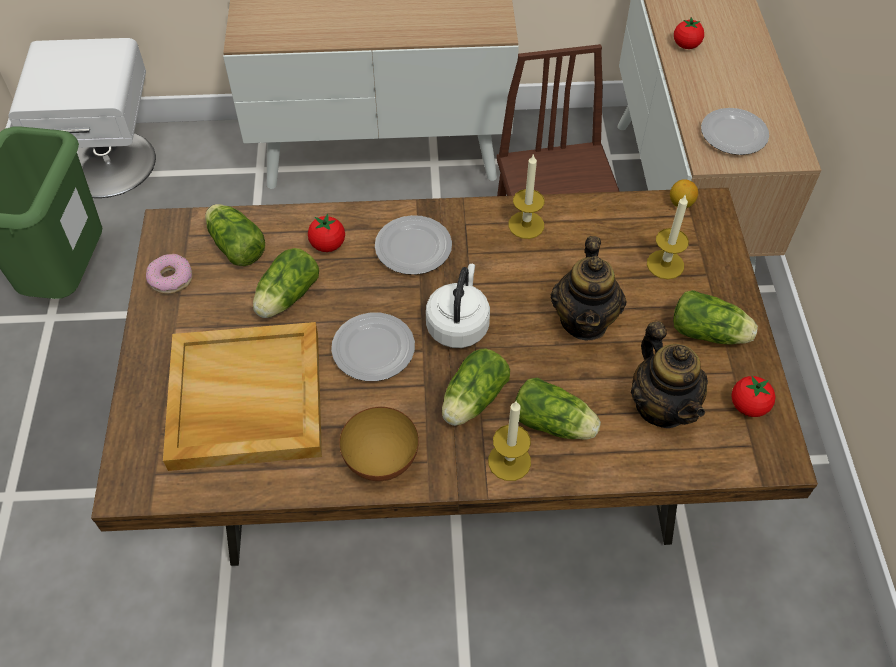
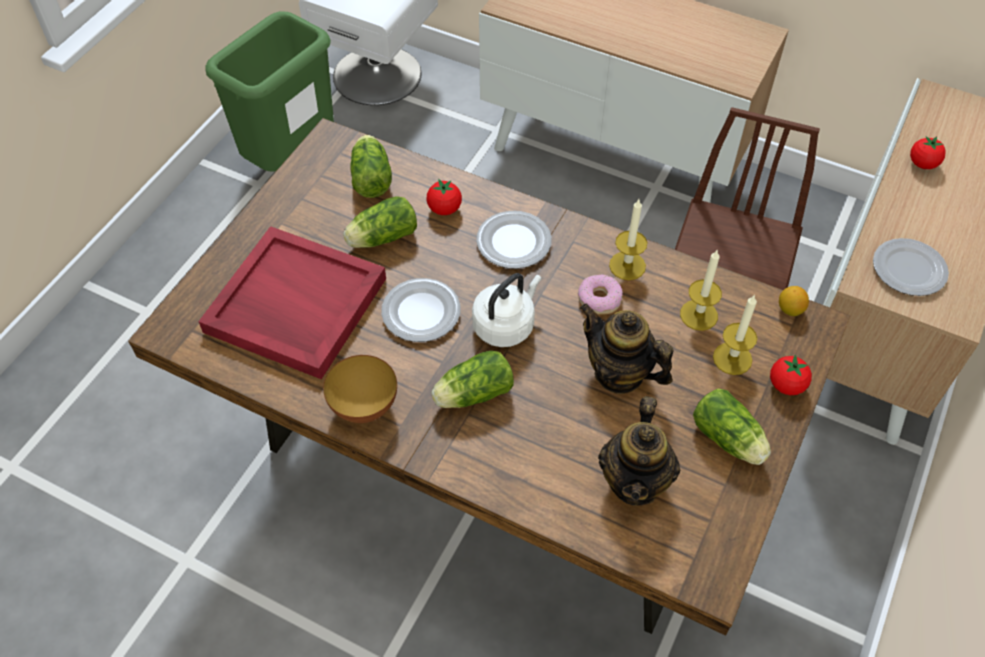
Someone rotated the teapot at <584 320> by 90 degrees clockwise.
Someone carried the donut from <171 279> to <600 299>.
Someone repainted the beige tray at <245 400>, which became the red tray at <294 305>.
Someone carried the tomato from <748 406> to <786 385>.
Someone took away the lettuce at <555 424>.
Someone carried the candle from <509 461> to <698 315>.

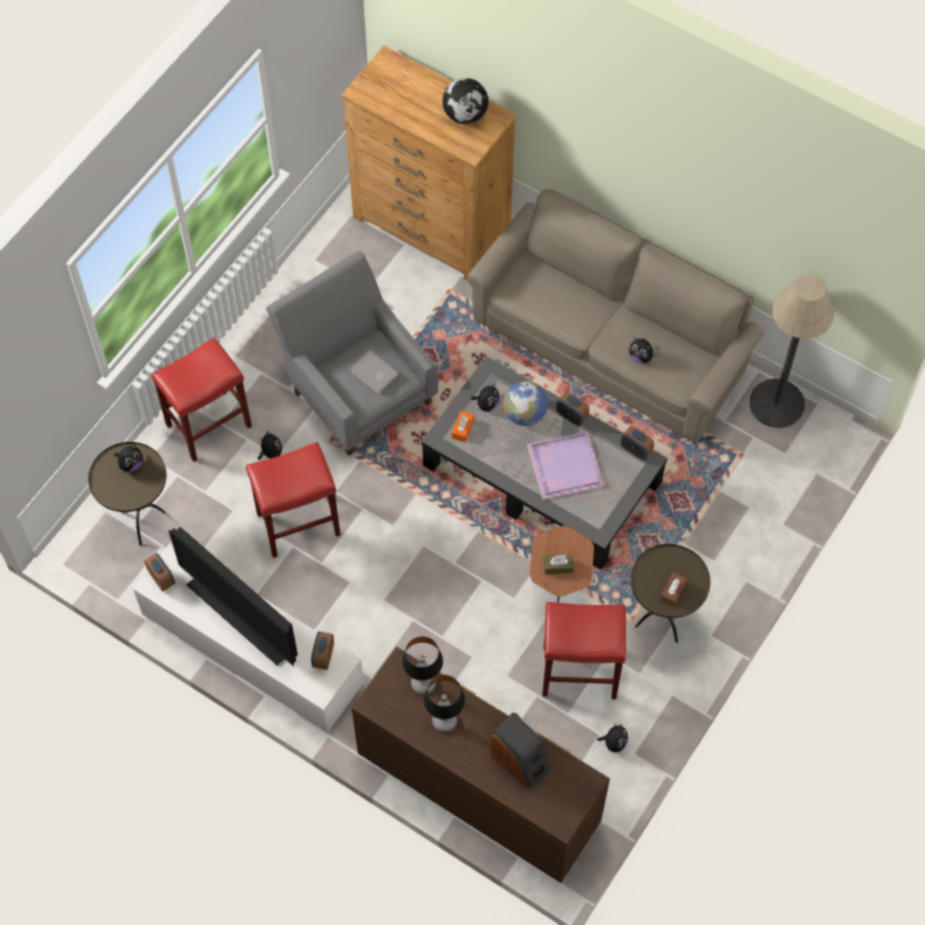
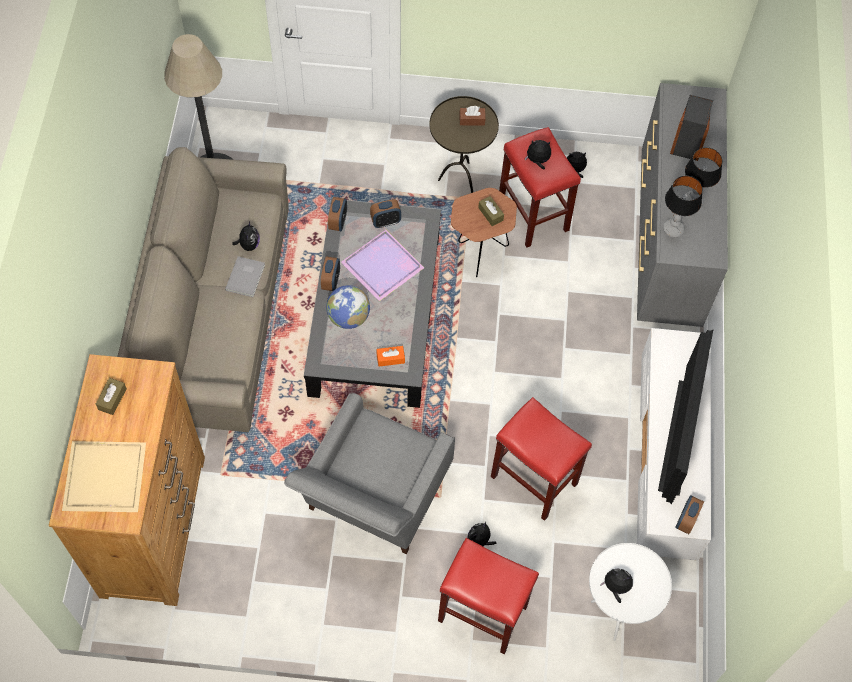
Someone swapped the globe at <466 115> for the brown tissue box at <112 399>.
Someone carried the grey book from <374 373> to <246 277>.
Someone carried the plush toy from <487 404> to <537 161>.
Someone repainted the brown side table at <142 523>, which became the white side table at <613 614>.
Someone carried the alarm clock from <323 657> to <385 221>.
Someone repainted the brown dresser at <478 788>, which became the grey dresser at <668 241>.
Someone put down the beige tray at <103 479>.

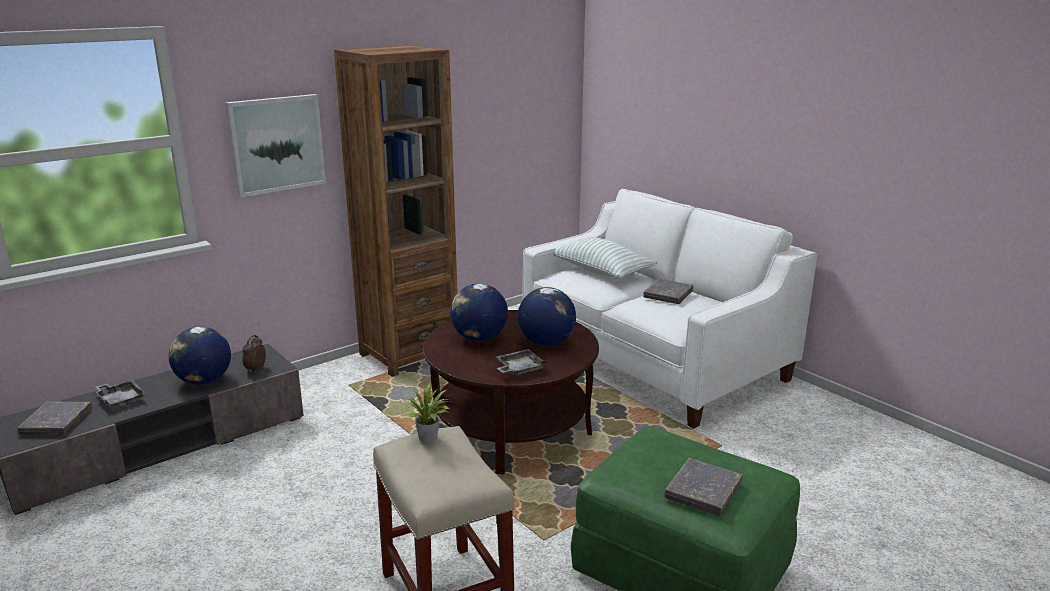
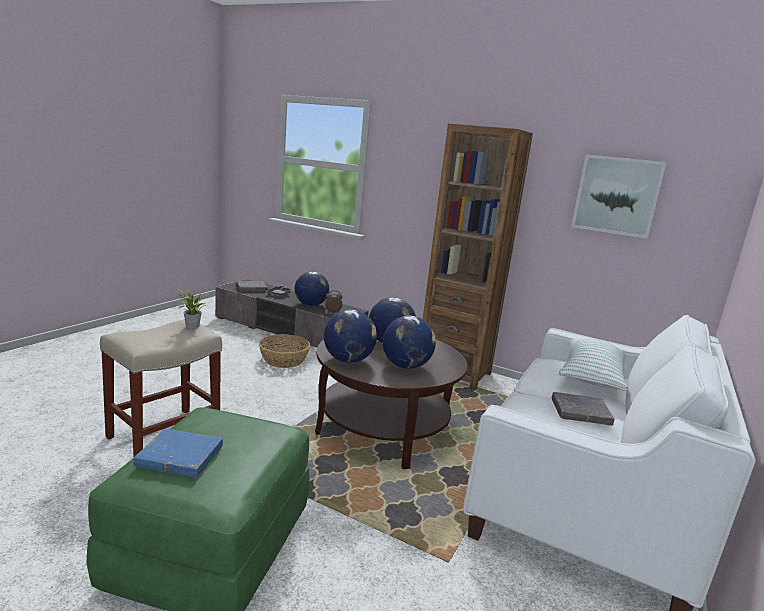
Someone carried the picture from <276 144> to <617 196>.
Someone swapped the grey tray at <519 369> for the globe at <348 360>.
Someone repainted the grey book at <703 491>, which became the blue book at <180 457>.
Someone put down the basket at <284 360>.

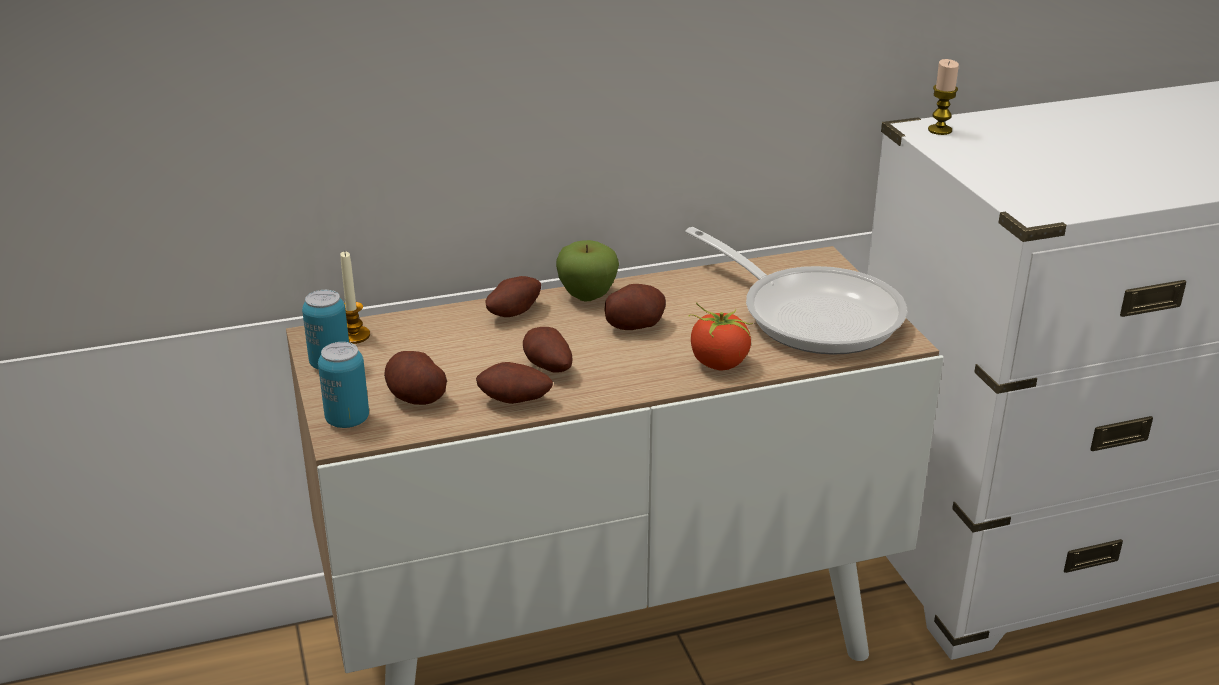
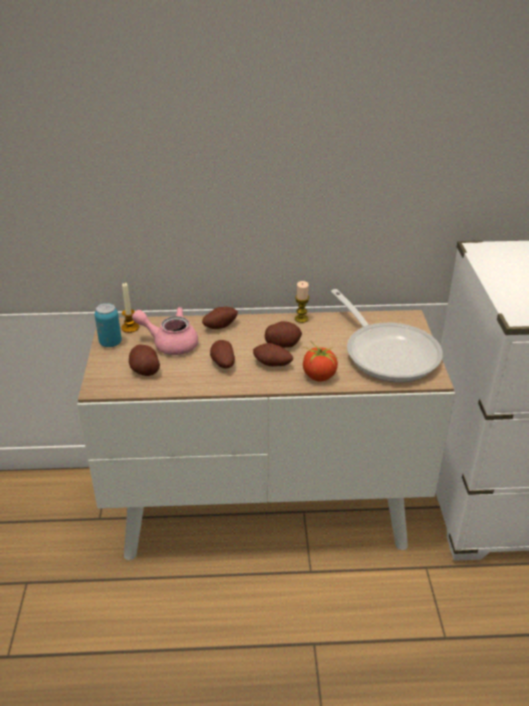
Someone carried the candle from <940 130> to <301 319>.
Someone took away the apple at <587 295>.
Someone took away the can at <347 420>.
Someone carried the potato from <514 402> to <272 365>.
Someone put down the pink teapot at <170 343>.

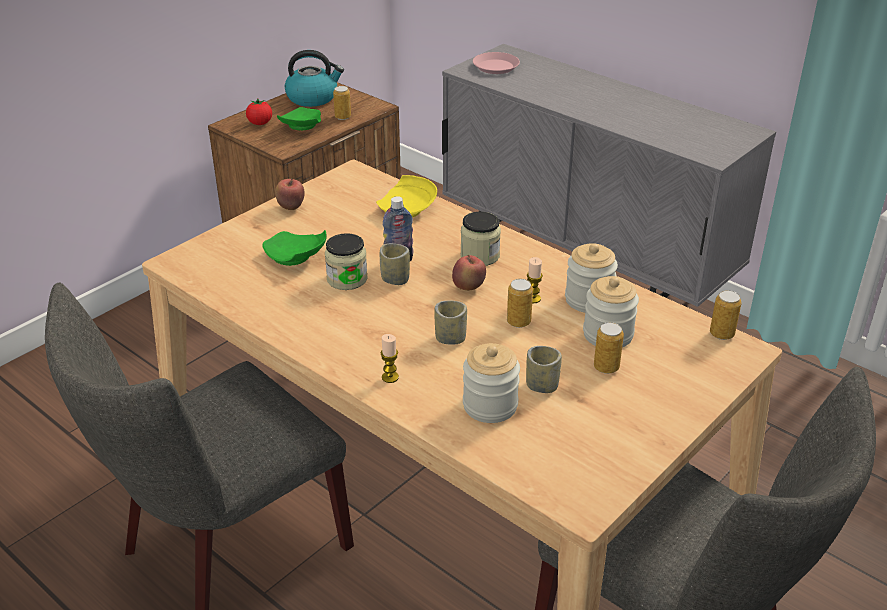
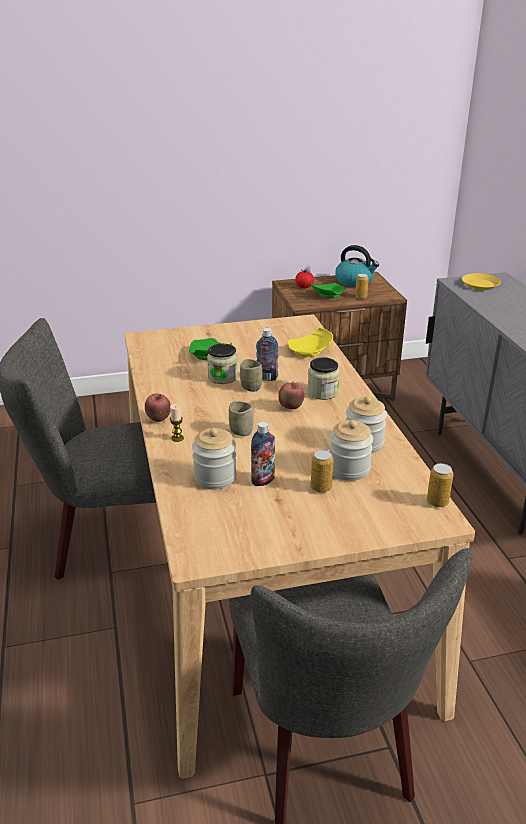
Someone repainted the pink plate at <495 67>, which became the yellow plate at <480 284>.
Someone carried the apple from <291 208> to <158 419>.
Someone took away the candle at <533 299>.
Someone took away the can at <518 322>.
Someone swapped the cup at <542 385> for the bottle at <263 480>.

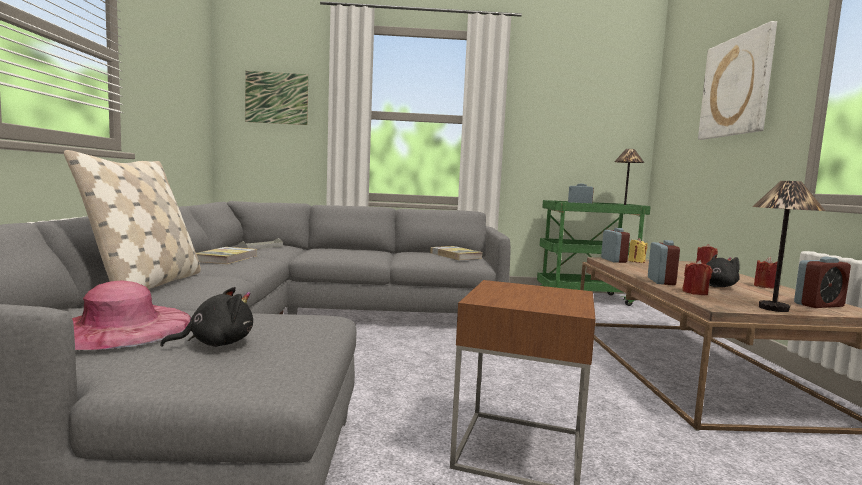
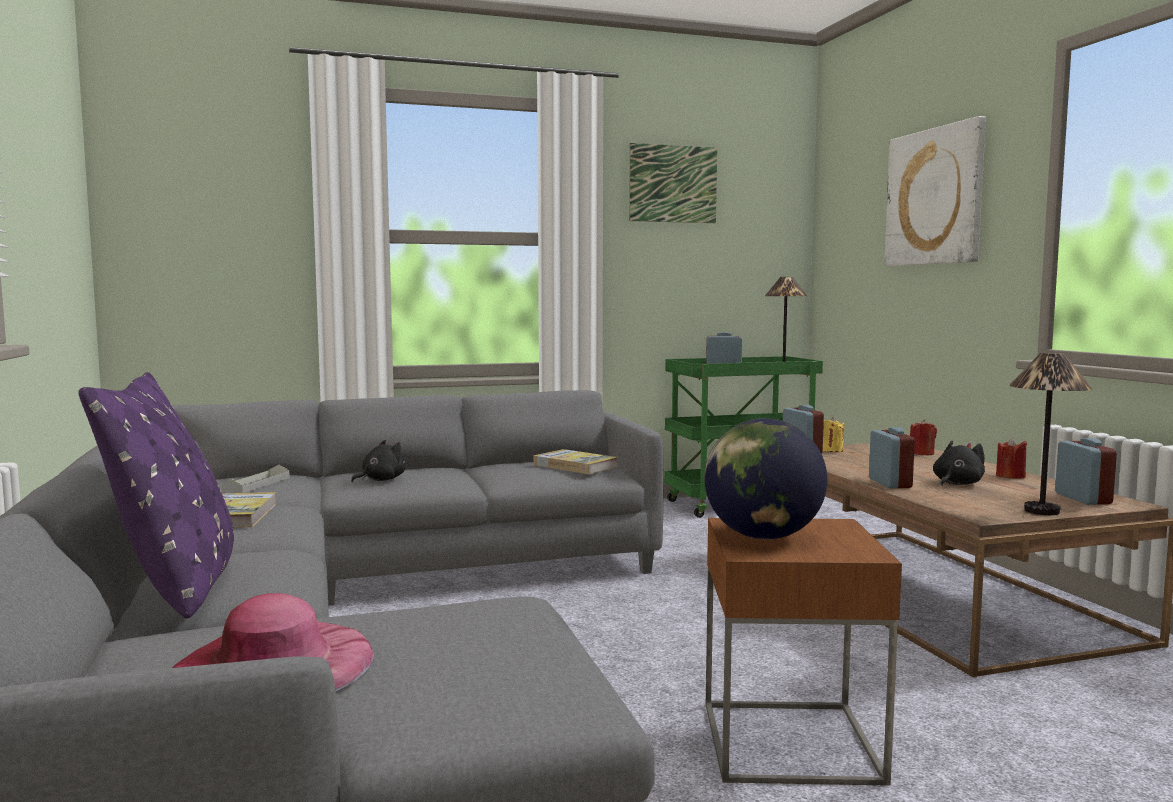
Someone carried the picture from <276 98> to <673 184>.
Someone repainted the beige pillow at <147 284>, which became the purple pillow at <178 584>.
Someone rotated the alarm clock at <819 305> by 60 degrees counterclockwise.
Someone took away the red candle at <695 293>.
Someone carried the black plush toy from <216 344> to <381 480>.
Someone put down the globe at <762 536>.

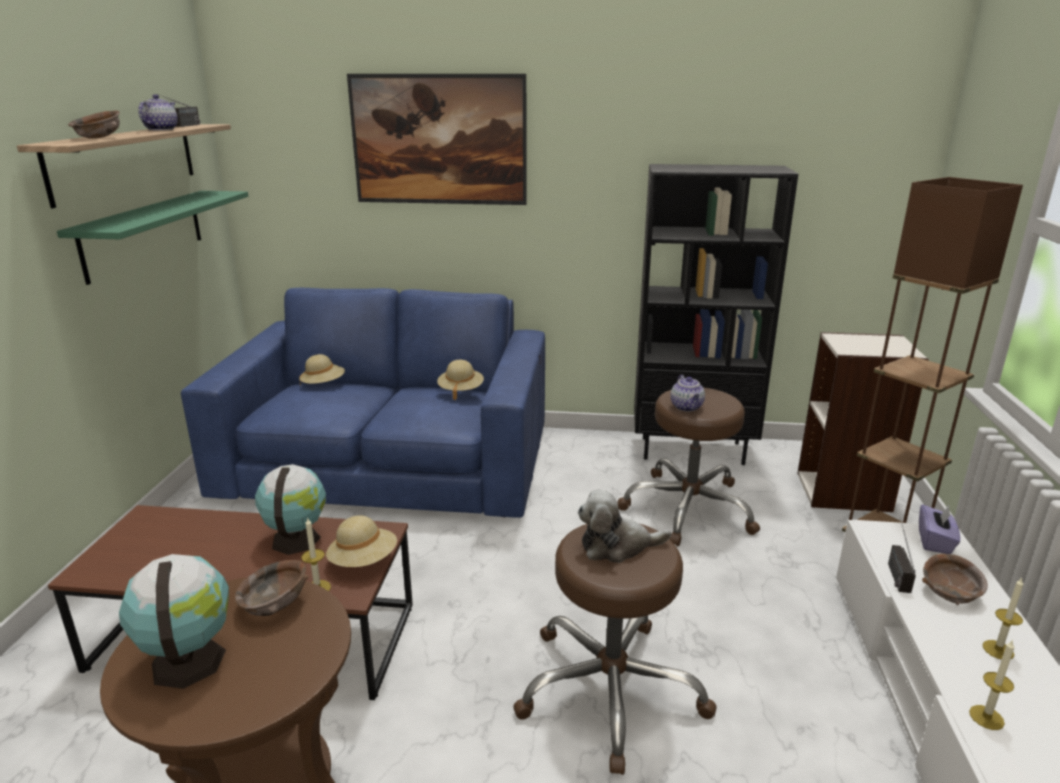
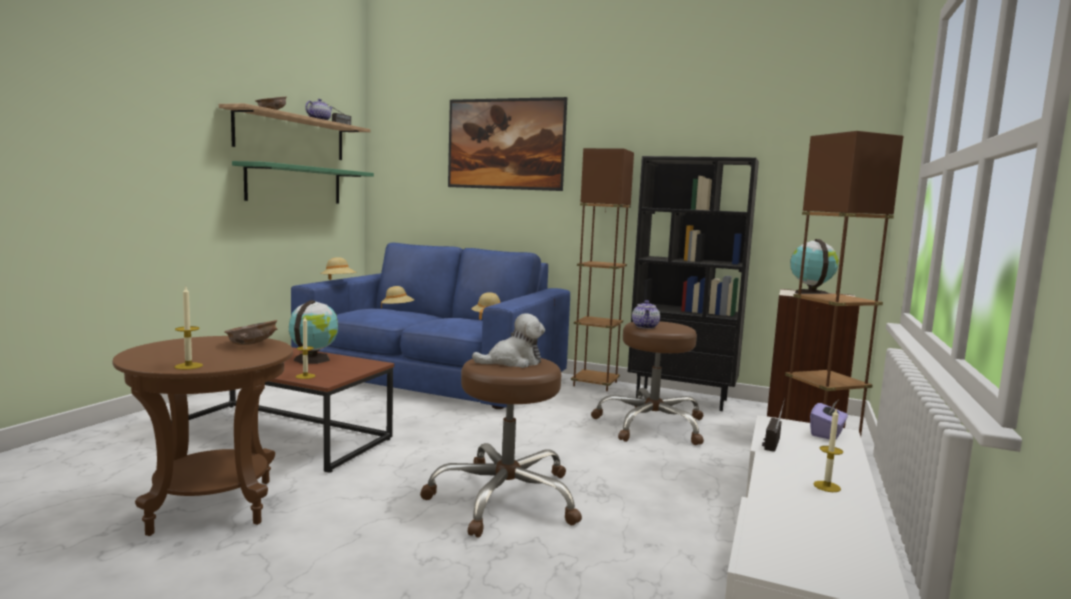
Someone rotated the plush toy at <617 546> by 150 degrees clockwise.
Someone carried the beige hat from <363 561> to <338 281>.
Someone carried the globe from <188 659> to <810 293>.
Someone took away the brown bowl at <949 592>.
Someone carried the candle from <986 717> to <188 366>.
Someone put down the brown floor lamp at <595 384>.

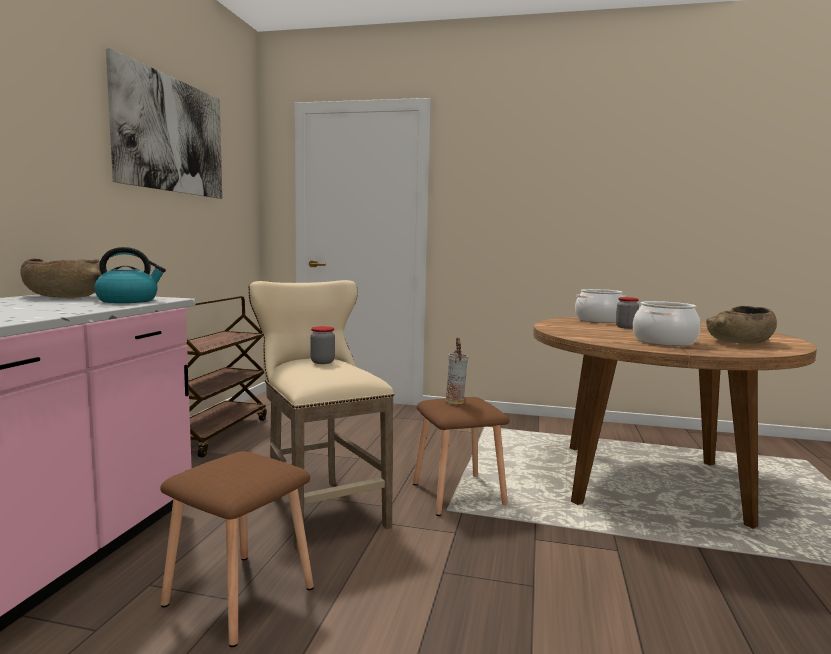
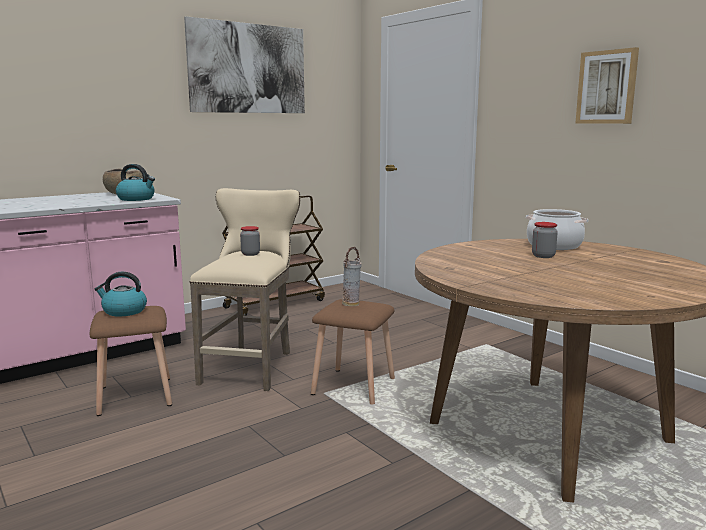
Someone took away the cooking pot at <664 342>.
Someone took away the brown bowl at <739 342>.
Someone put up the picture at <607 87>.
Someone put down the kettle at <124 311>.

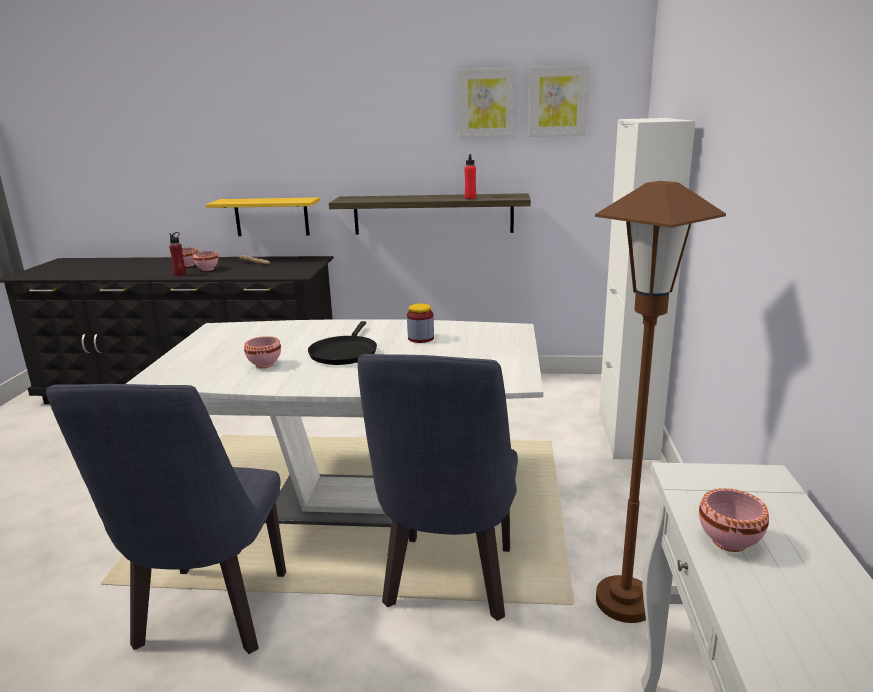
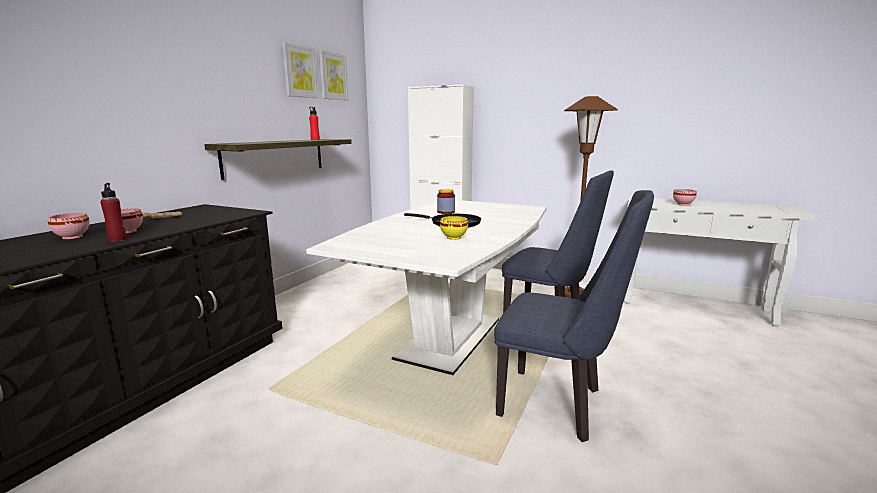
Someone took away the yellow shelf at <271 217>.
Someone repainted the pink bowl at <265 364>, which became the yellow bowl at <453 237>.

